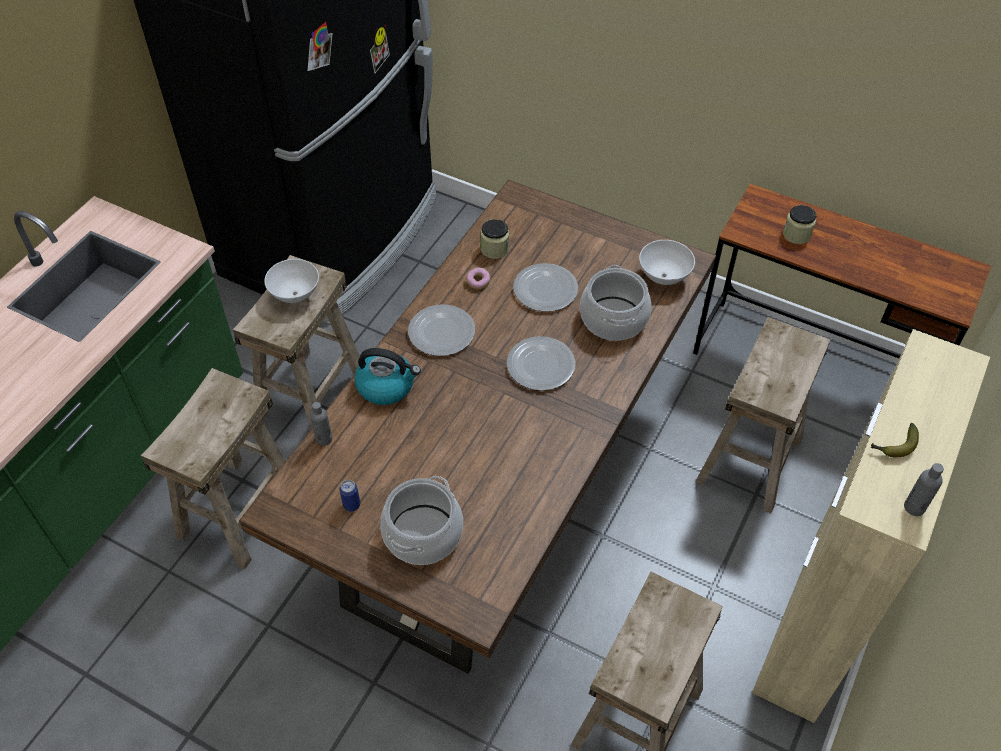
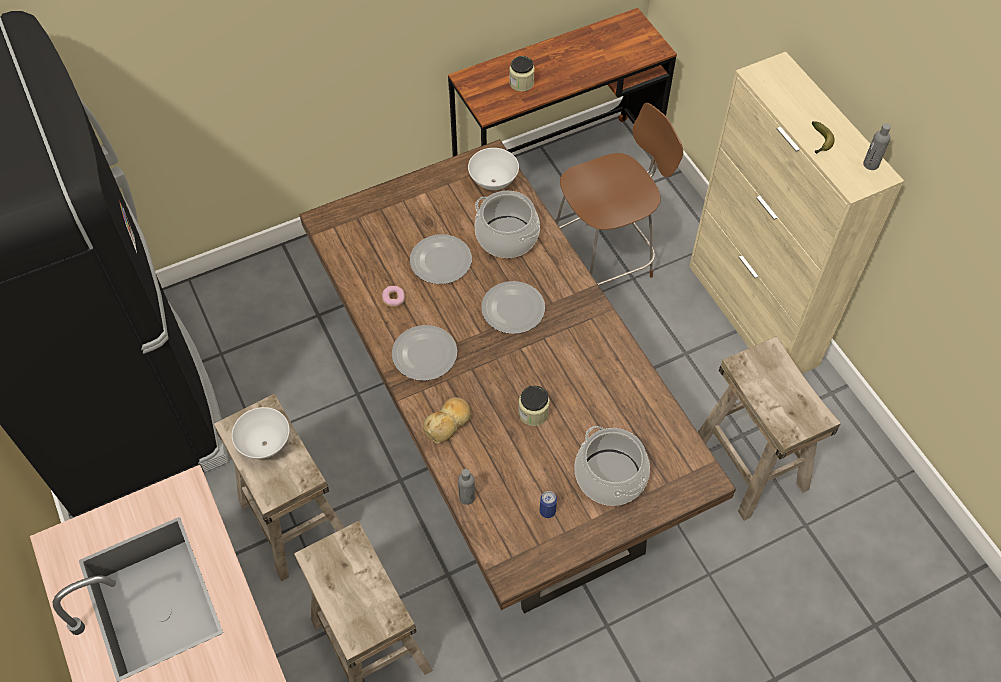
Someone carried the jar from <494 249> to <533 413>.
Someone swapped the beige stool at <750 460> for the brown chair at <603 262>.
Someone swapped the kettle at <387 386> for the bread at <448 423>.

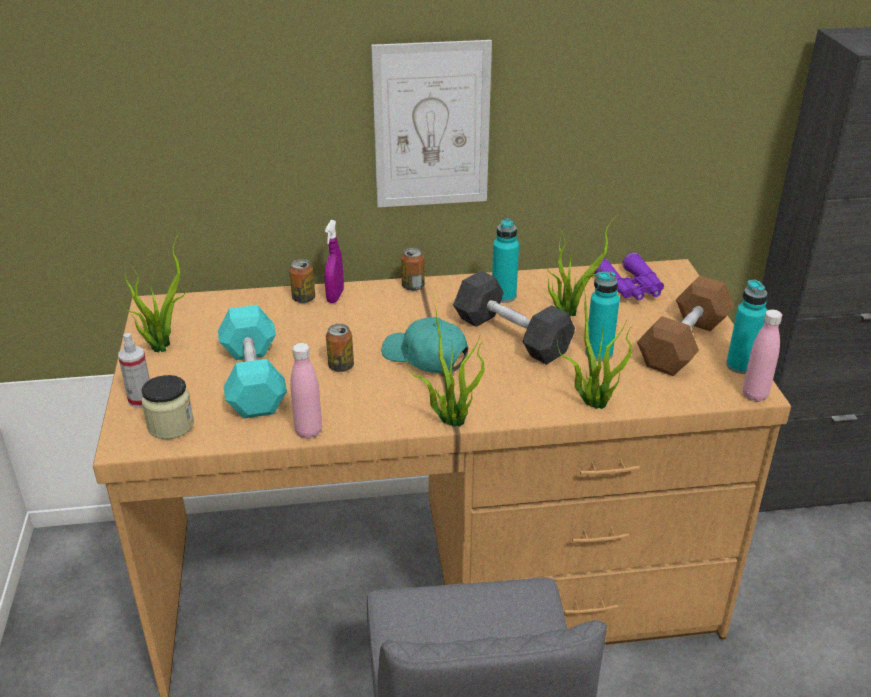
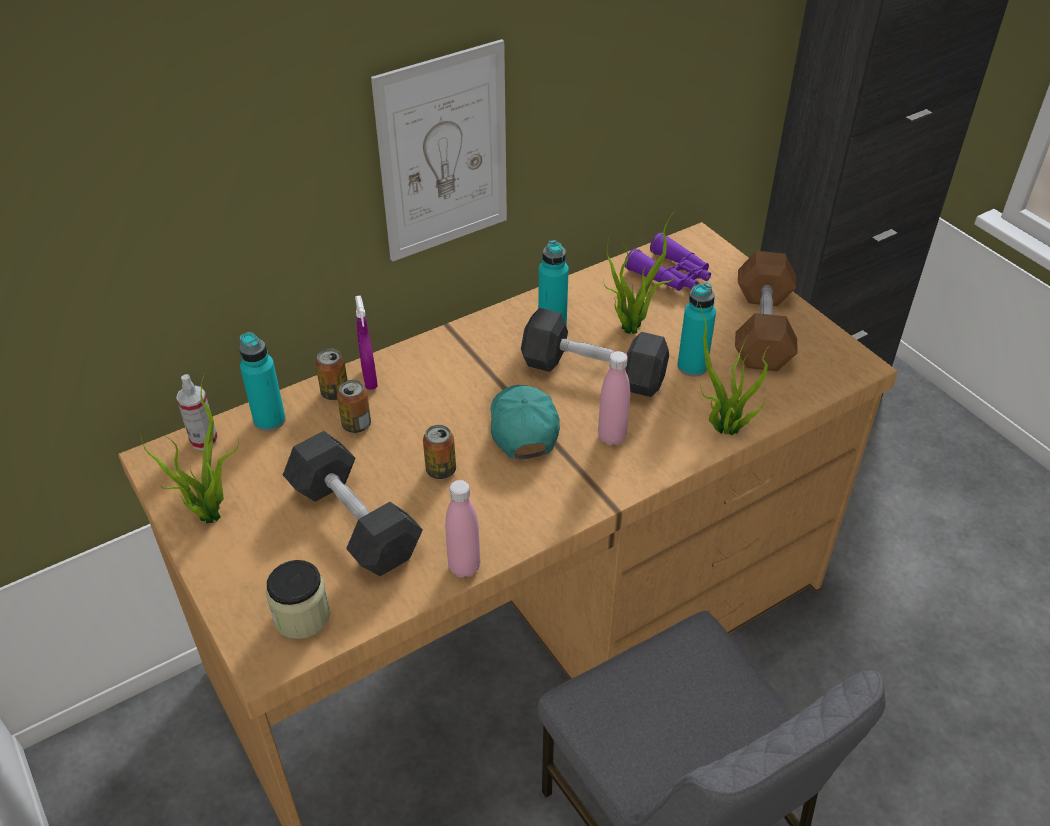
Someone carried the can from <413 286> to <356 425>.
Someone carried the turquoise bottle from <740 366> to <269 420>.
Someone took away the potted plant at <450 420>.
Someone repainted the turquoise dumbbell at <253 379>, which became the grey dumbbell at <354 521>.
Someone carried the pink bottle from <754 395> to <612 437>.
Someone rotated the turquoise cap at <425 357> by 75 degrees clockwise.
Someone carried the spray bottle from <141 400> to <204 440>.

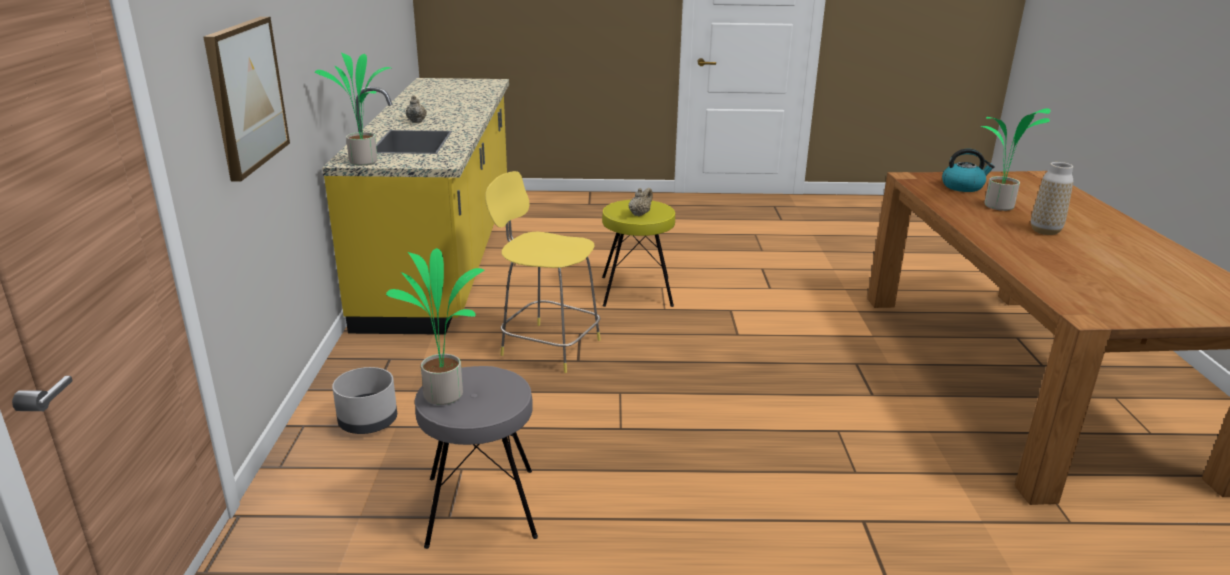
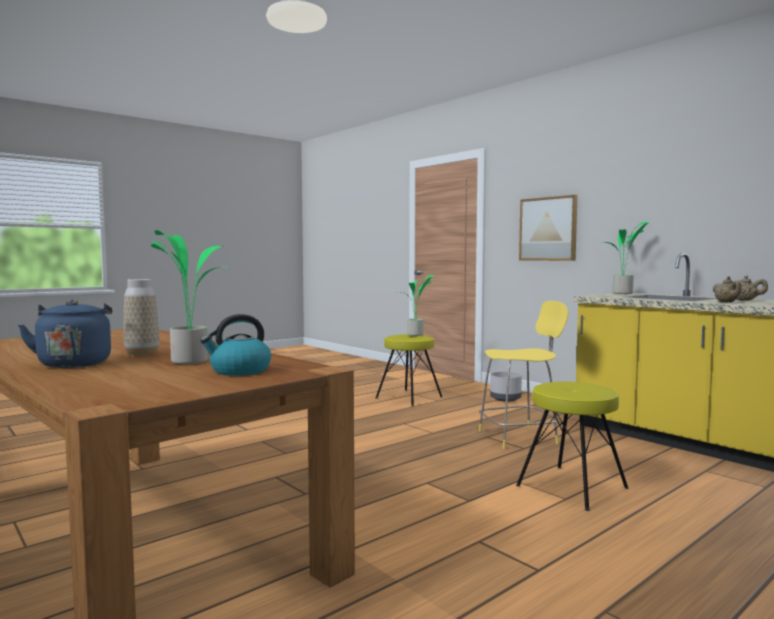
Someone carried the beige teapot from <640 214> to <726 302>.
Someone repainted the grey stool at <480 506>, which became the yellow stool at <409 397>.
Someone put down the blue kettle at <75 363>.

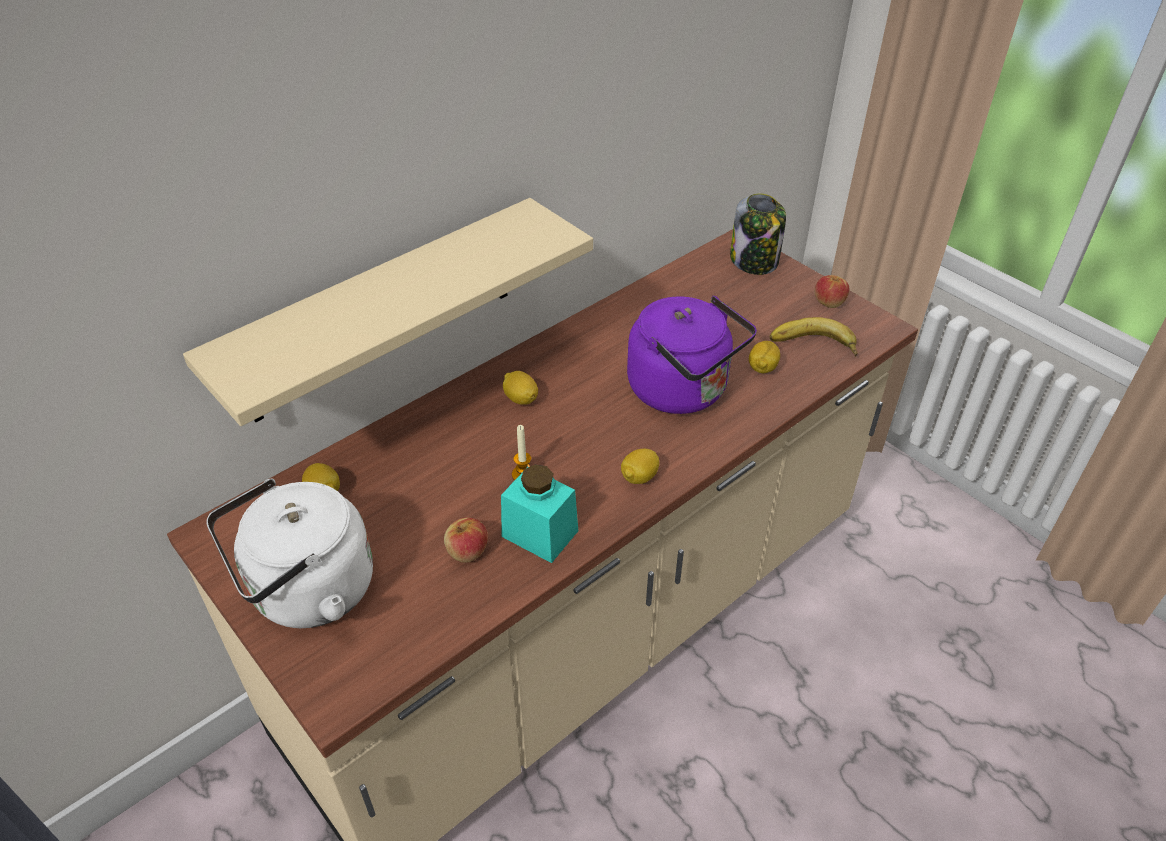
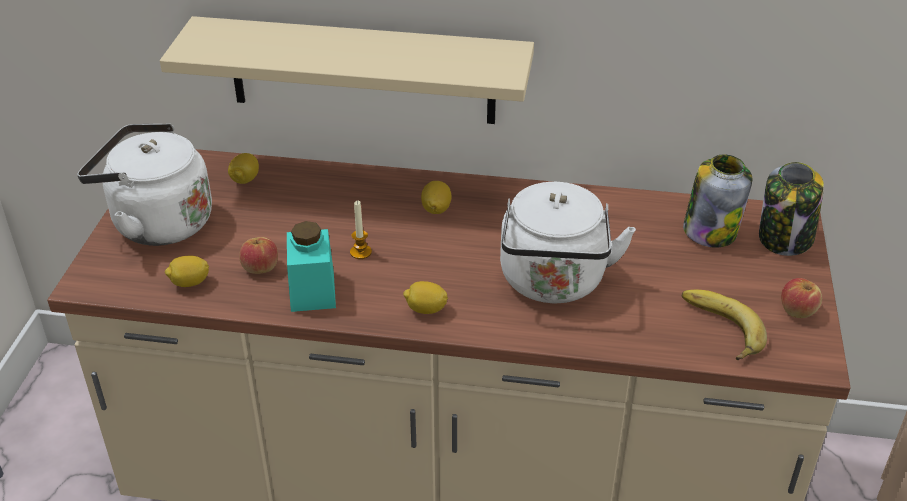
Someone repainted the purple kettle at <683 391>, which became the white kettle at <553 283>.
Someone carried the lemon from <762 368> to <189 283>.
Someone put down the jar at <710 230>.

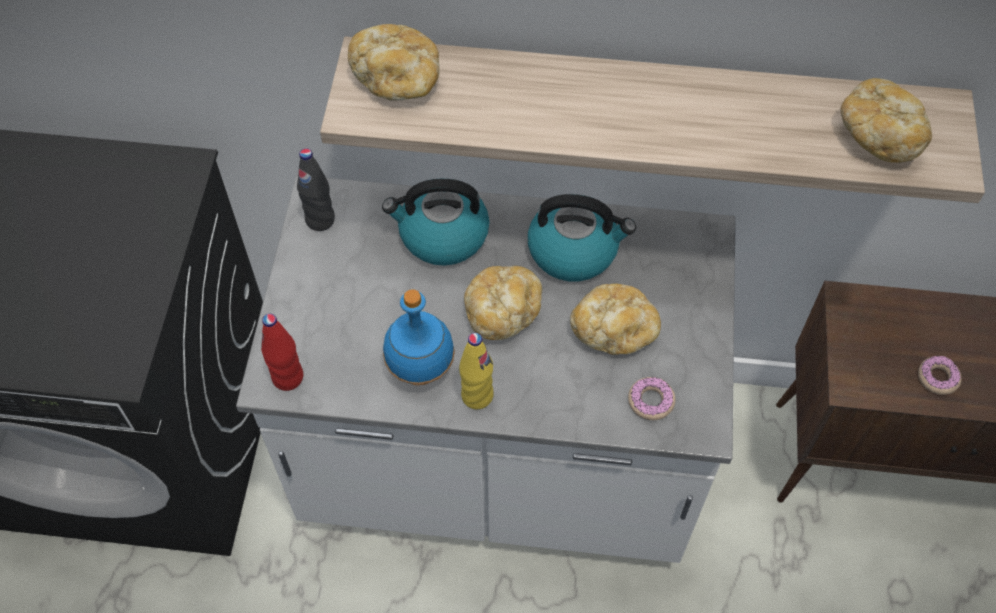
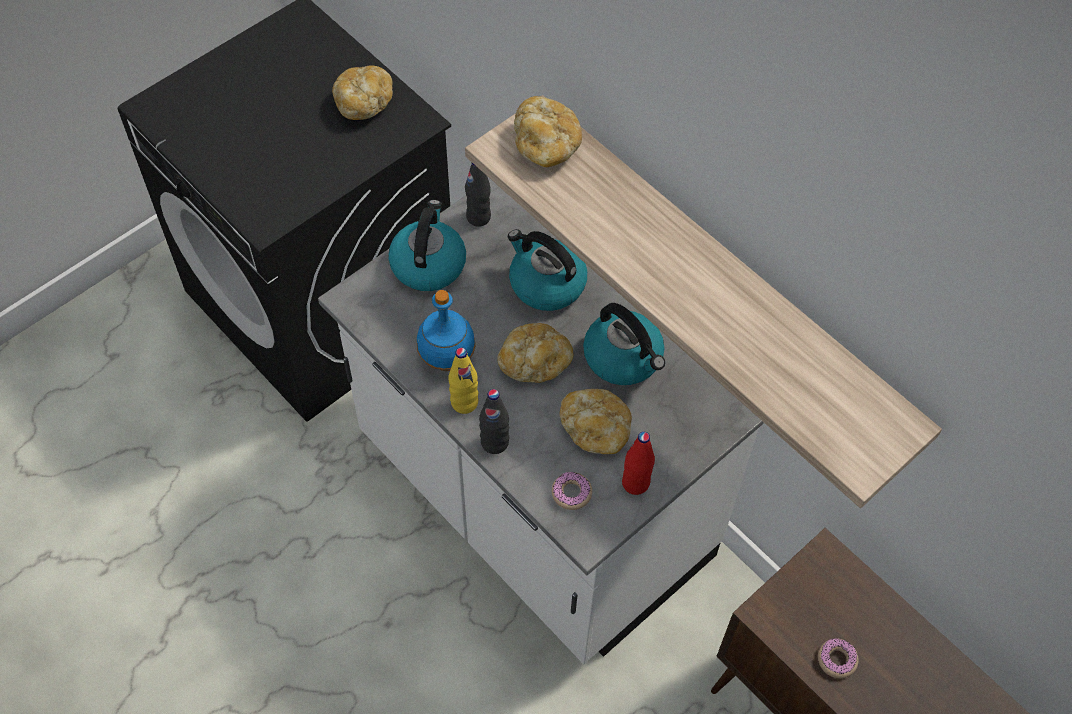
Someone carried the bread from <879 135> to <364 102>.
Someone carried the red bottle from <288 377> to <635 483>.
Someone put down the kettle at <428 264>.
Someone put down the black bottle at <494 442>.

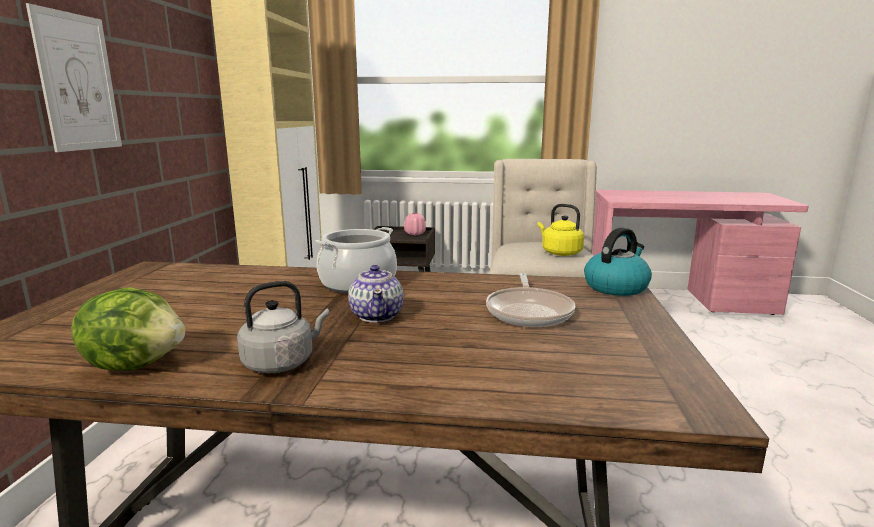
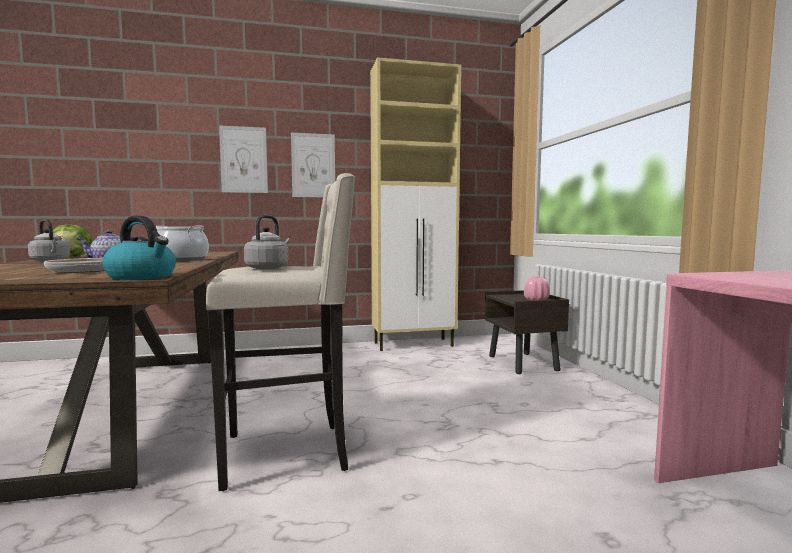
Someone repainted the yellow kettle at <559 253>, which became the grey kettle at <268 268>.
Someone put up the picture at <313 165>.

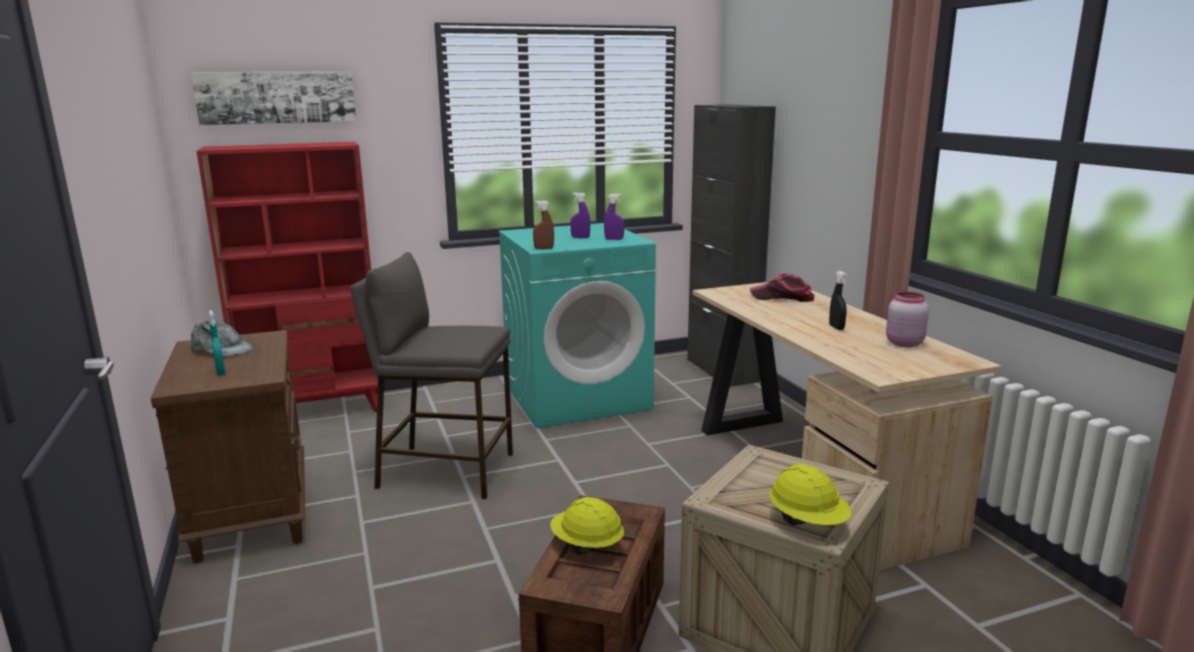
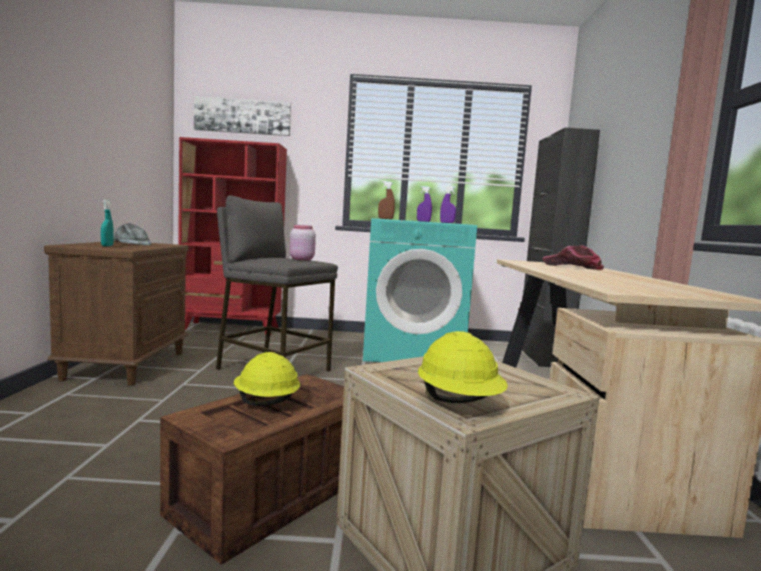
Someone took away the black spray bottle at <836 327>.
Someone carried the pink jar from <903 343> to <301 259>.

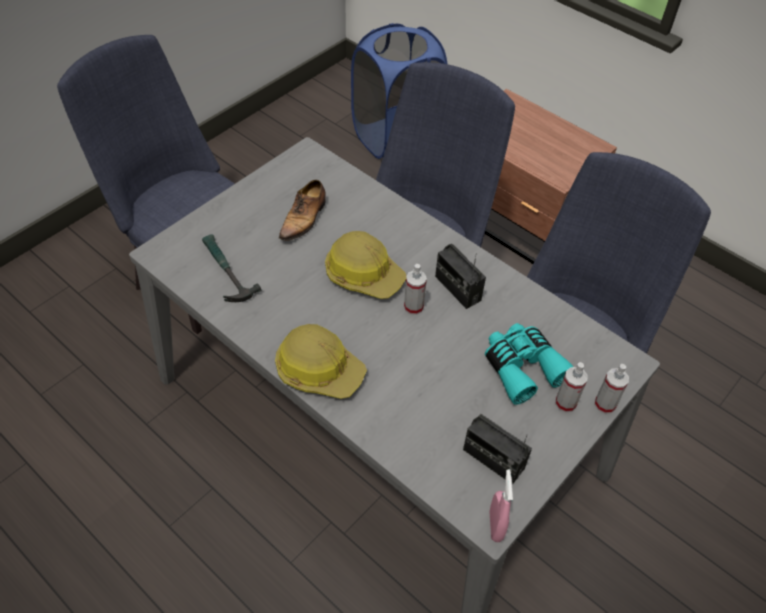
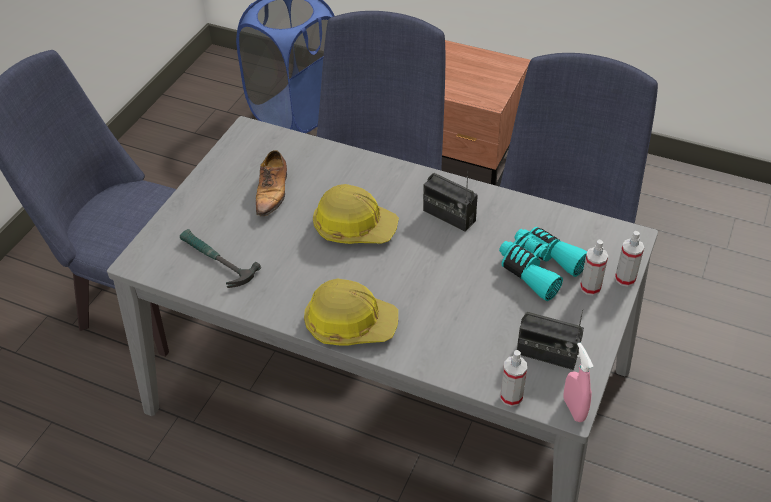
Someone carried the spray bottle from <413 307> to <511 397>.

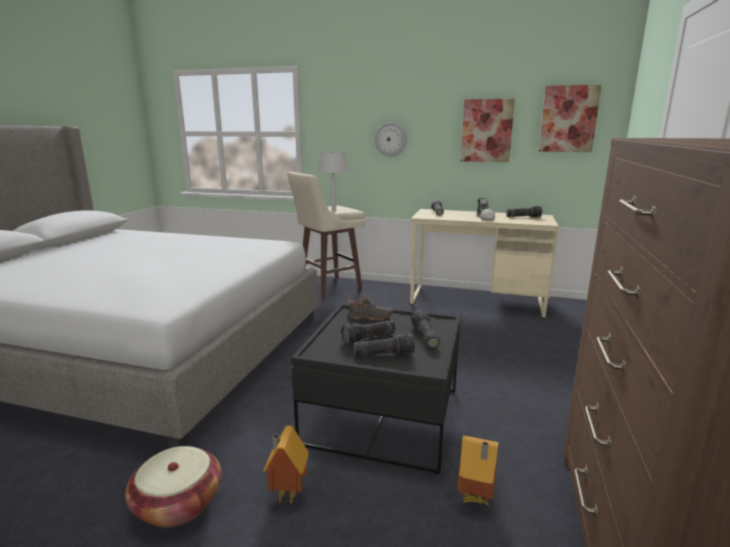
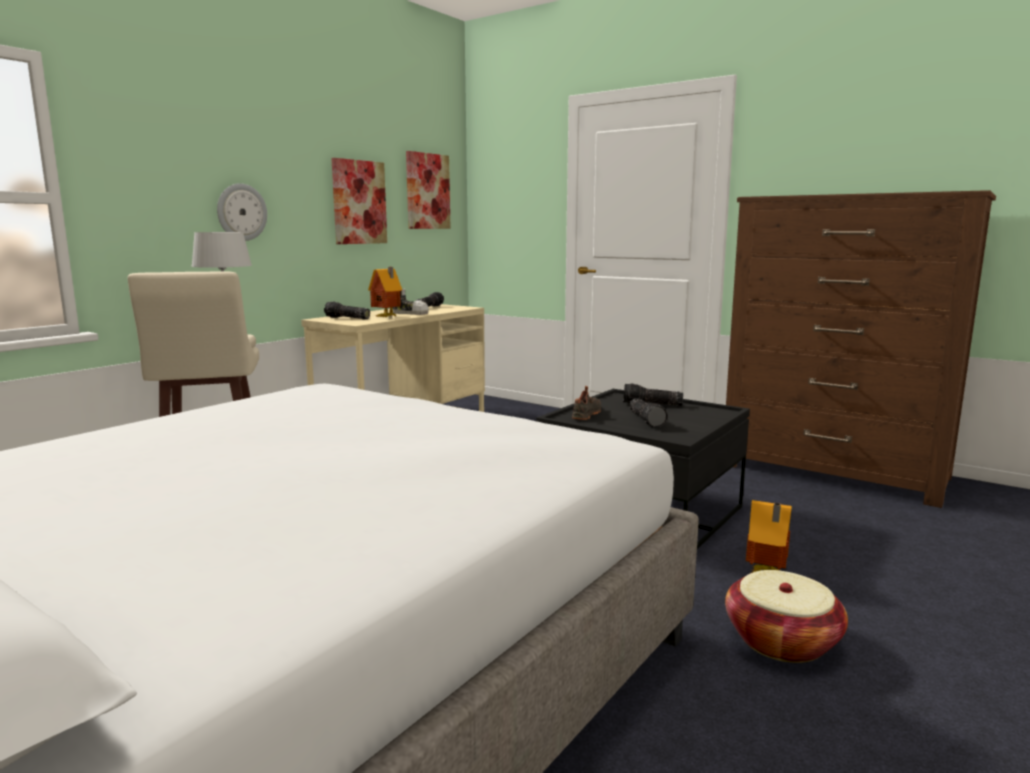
Someone took away the flashlight at <384 354>.
Someone carried the toy house from <475 500> to <387 317>.

